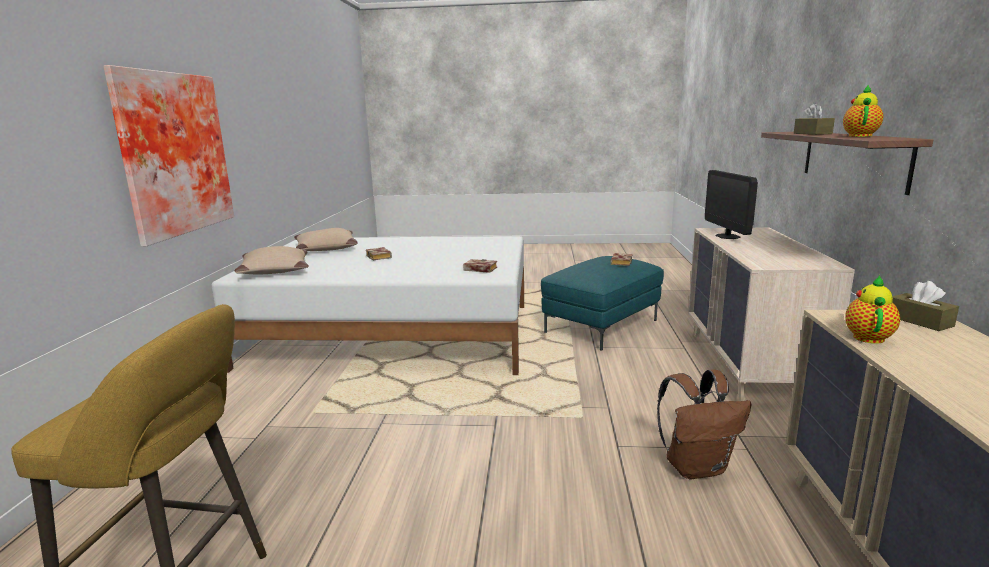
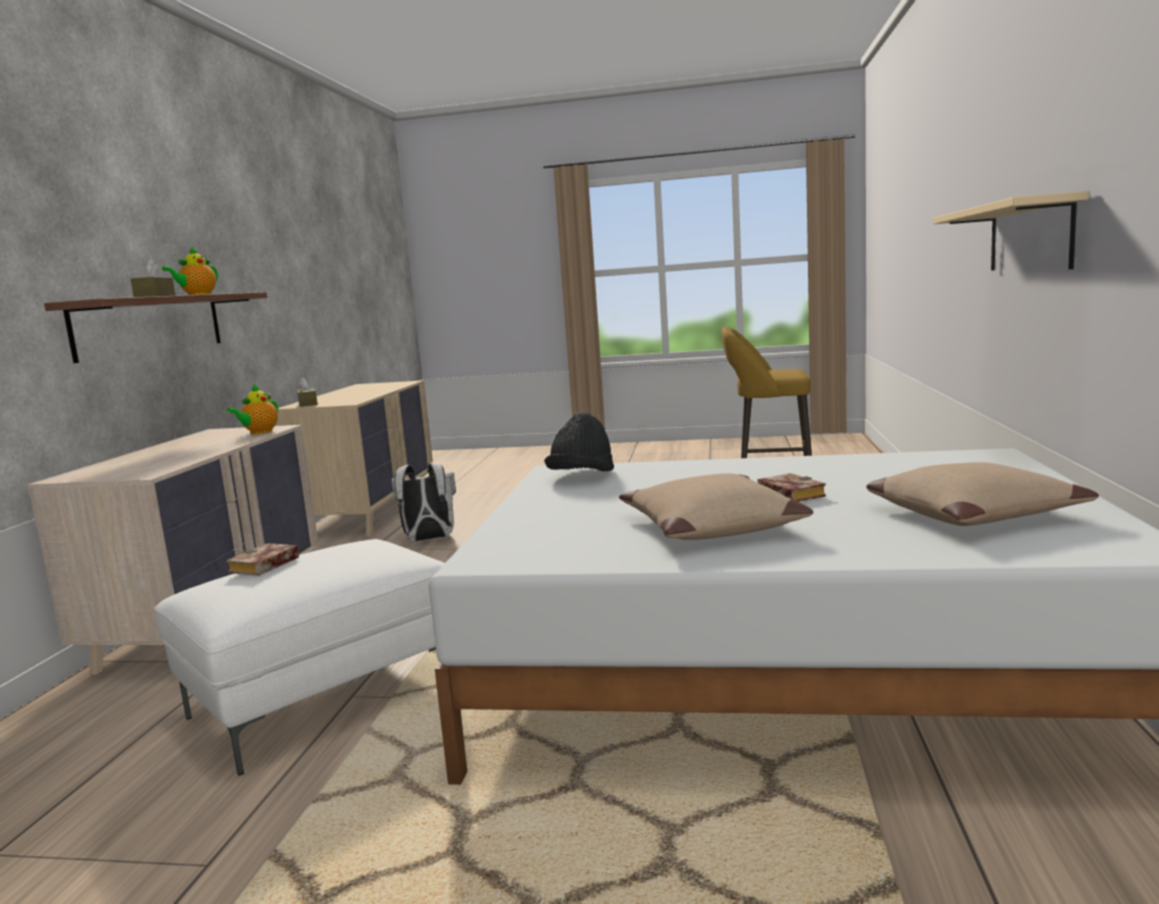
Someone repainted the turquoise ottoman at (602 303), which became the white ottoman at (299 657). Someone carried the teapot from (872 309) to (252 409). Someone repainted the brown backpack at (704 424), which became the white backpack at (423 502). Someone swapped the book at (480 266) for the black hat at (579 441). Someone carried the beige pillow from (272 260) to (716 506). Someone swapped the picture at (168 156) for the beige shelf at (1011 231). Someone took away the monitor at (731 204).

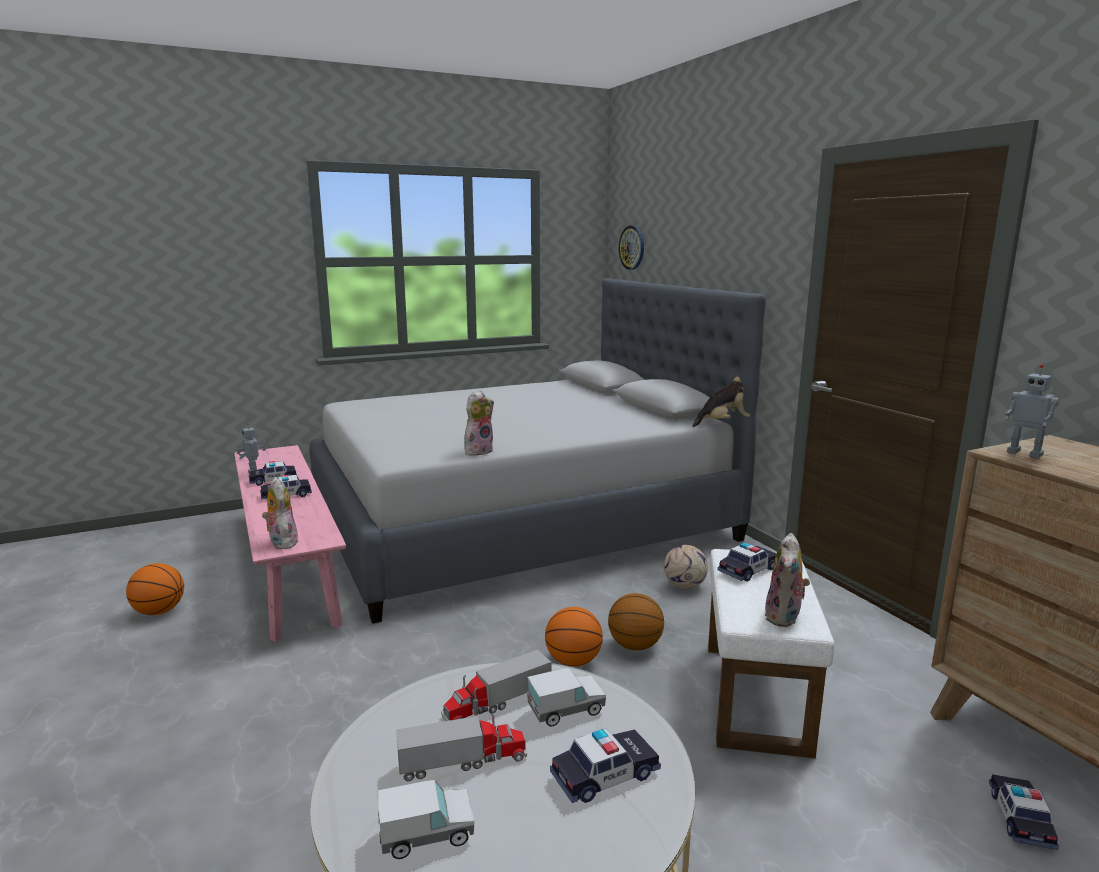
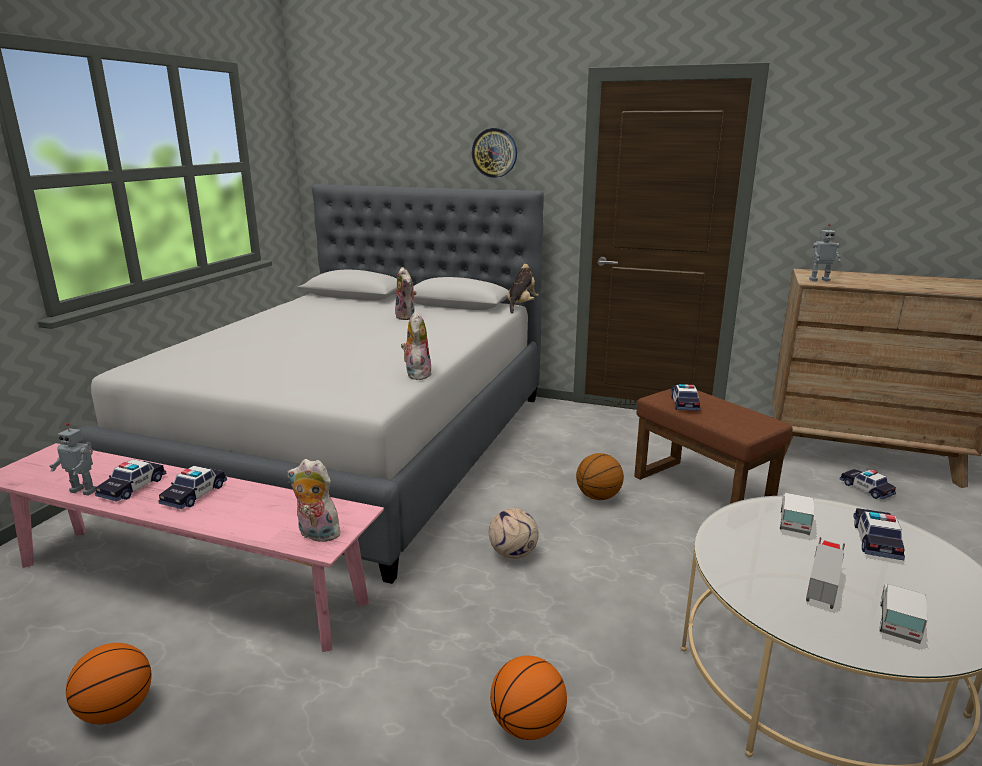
Someone carried the plush toy from (787 580) to (406 293). Someone carried the wall clock from (631 247) to (494 153). Someone carried the football from (686 567) to (514 533). Someone carried the basketball from (574 637) to (528 698). Someone repainted the white ottoman at (771 653), which became the brown ottoman at (713 446). Someone took away the toy truck at (496 685).

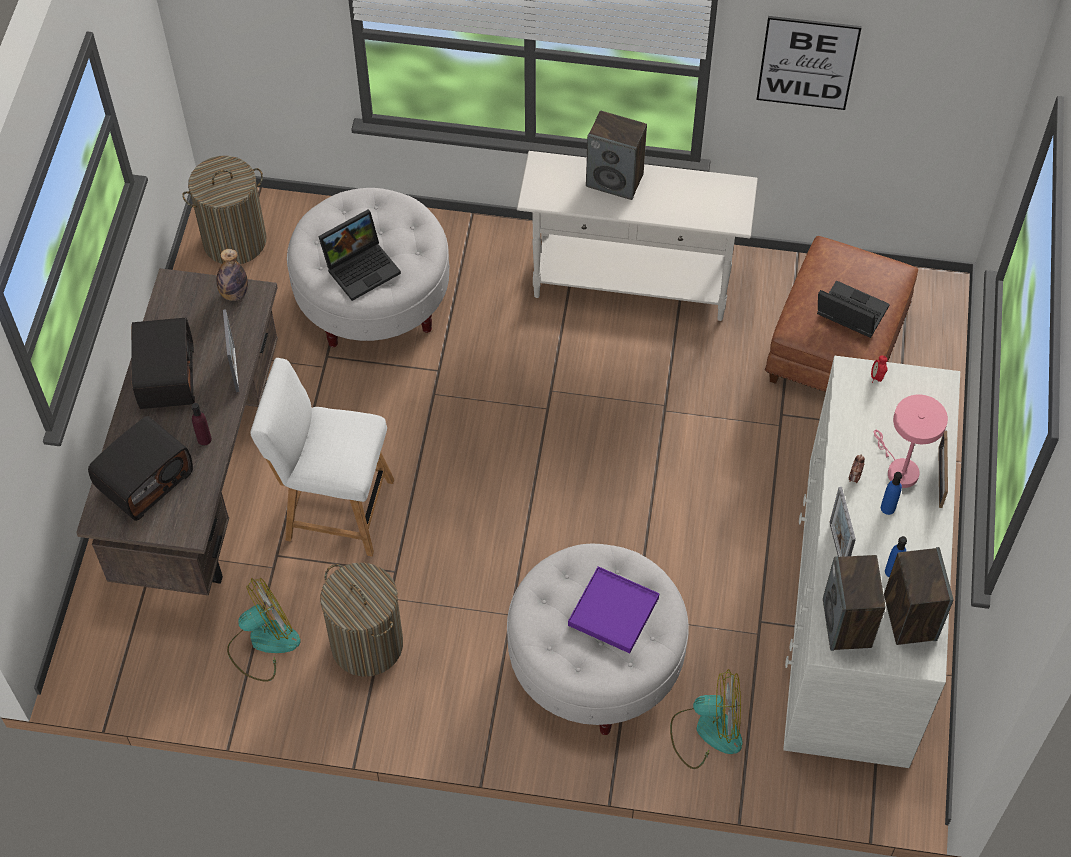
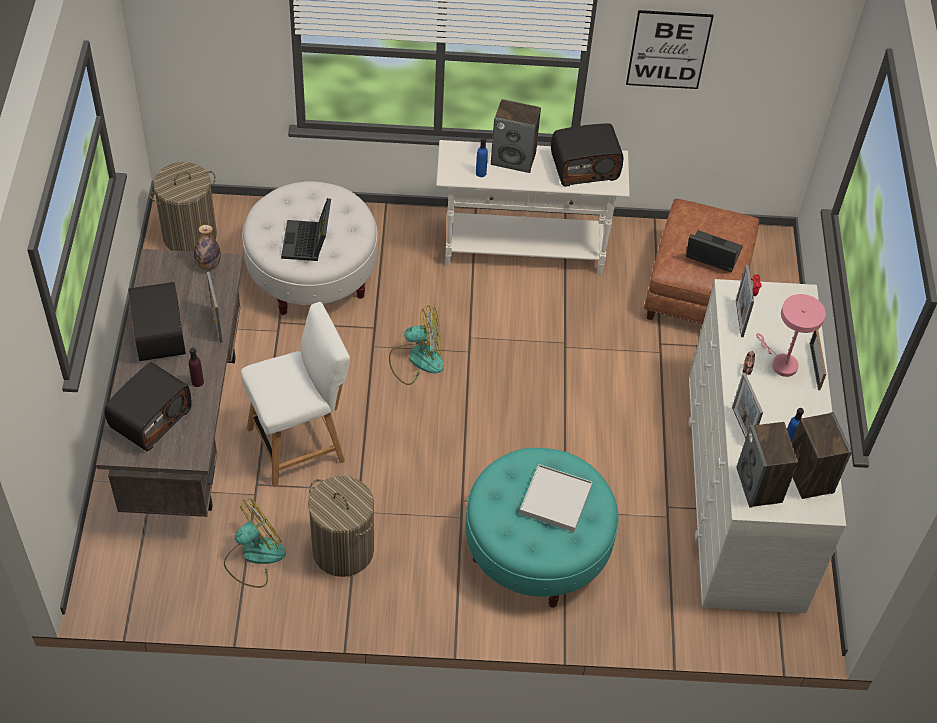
Someone rotated the white chair at (322 457) by 150 degrees clockwise. Someone rotated the laptop at (359 255) by 135 degrees clockwise. Someone carried the fan from (706 719) to (416 345). Someone repainted the white ottoman at (598 639), which became the turquoise ottoman at (542 528). Someone carried the blue bottle from (891 493) to (482 157). Someone repainted the purple tray at (613 609), which became the white tray at (556 498). Someone put down the radio at (587 155). Someone put down the picture frame at (745 301).

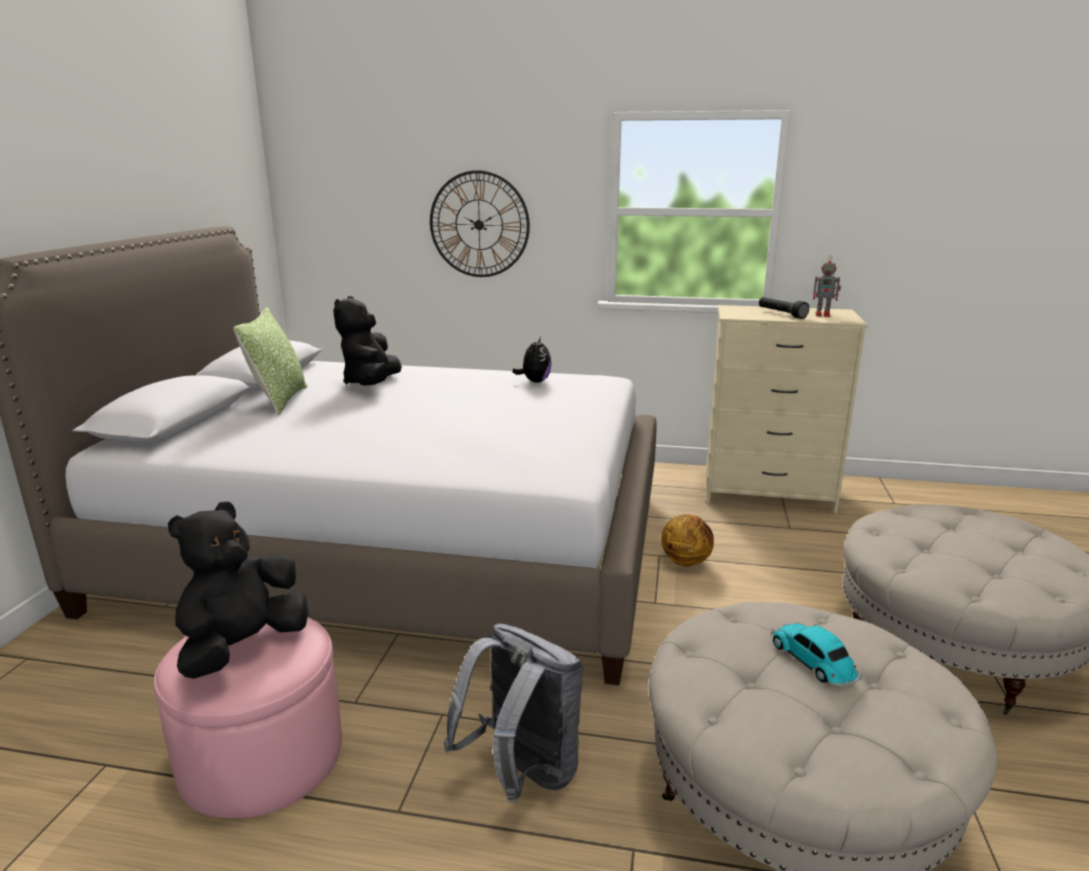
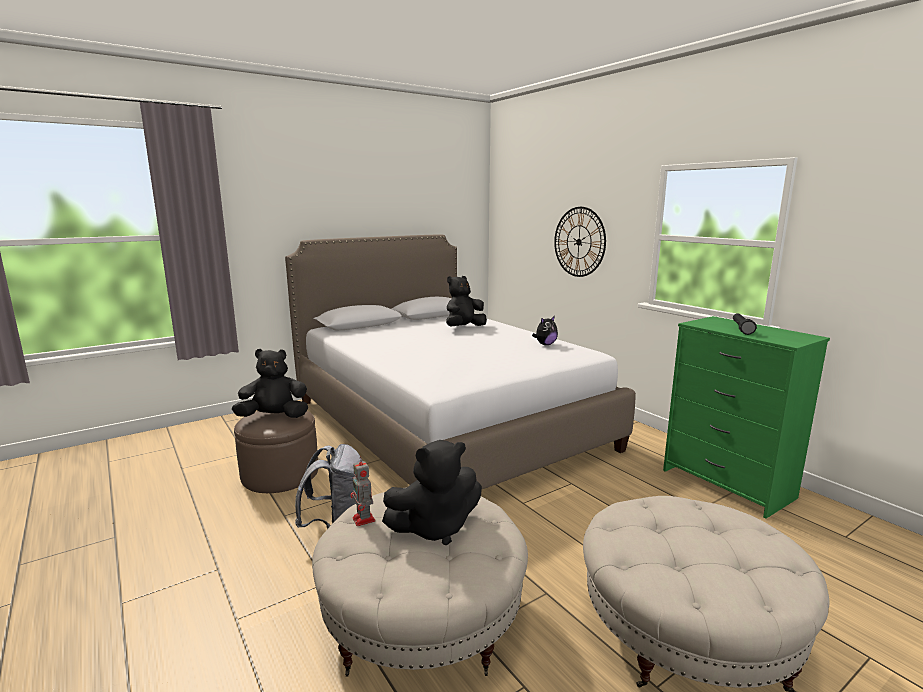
Someone repainted the pink ottoman at (248 718), which became the brown ottoman at (276 452). Someone carried the toy robot from (827 286) to (362 491). Someone swapped the toy car at (816 654) for the black plush toy at (432 493). Someone repainted the beige dresser at (787 409), which became the green dresser at (746 417). Someone took away the pillow at (270 361). Someone took away the basketball at (687 540).

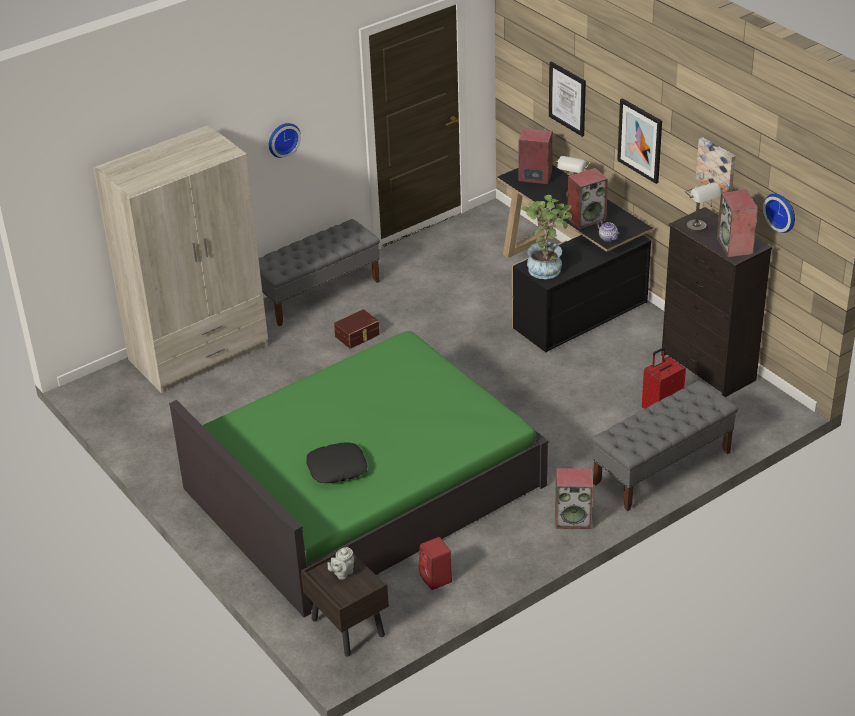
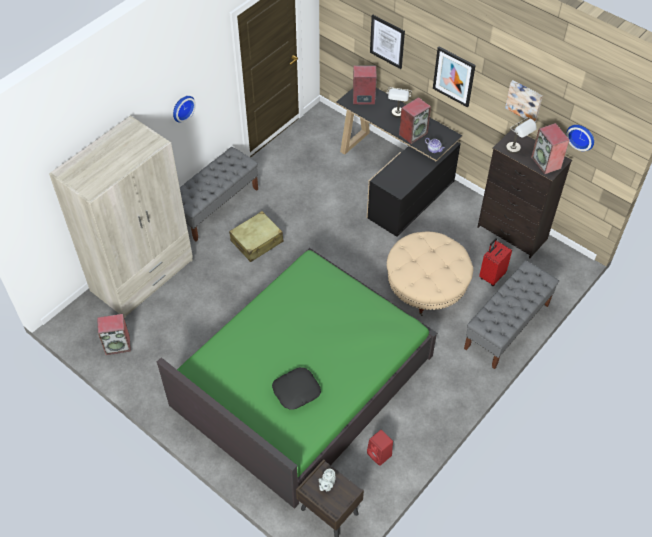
Someone carried the speaker from (574 498) to (114 334). Someone swapped the brown storage box at (357 329) for the beige suitcase at (256 236). Someone put down the beige ottoman at (430 273). Someone took away the potted plant at (546 237).

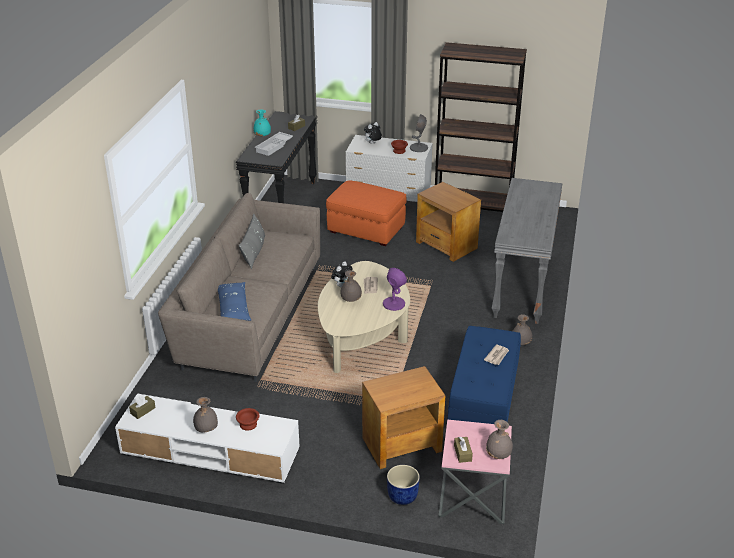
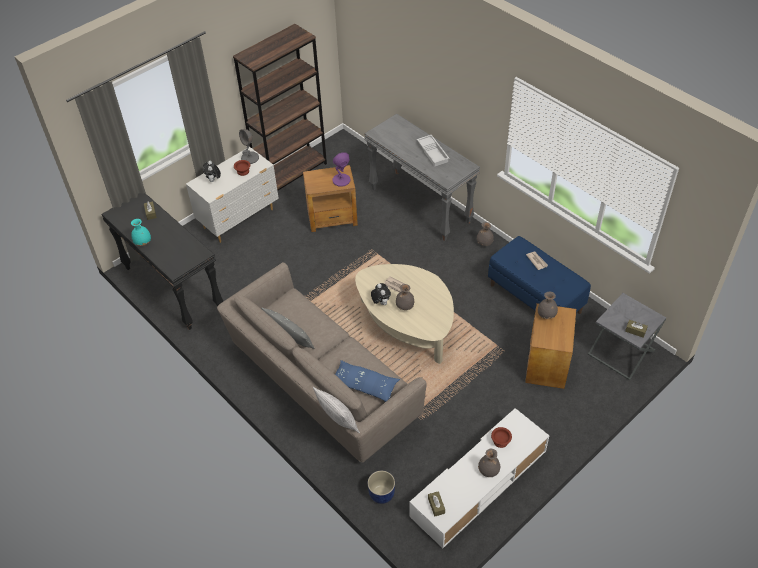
Someone put down the pillow at (336 410). Someone carried the purple table lamp from (395 289) to (341 169). Someone carried the blue planter from (403 485) to (381 487). Someone carried the white tray from (274 144) to (433 150). Someone carried the grey vase from (499 439) to (548 305). Someone repainted the pink side table at (475 472), which became the grey side table at (627 336). Someone took away the orange ottoman at (366 213).

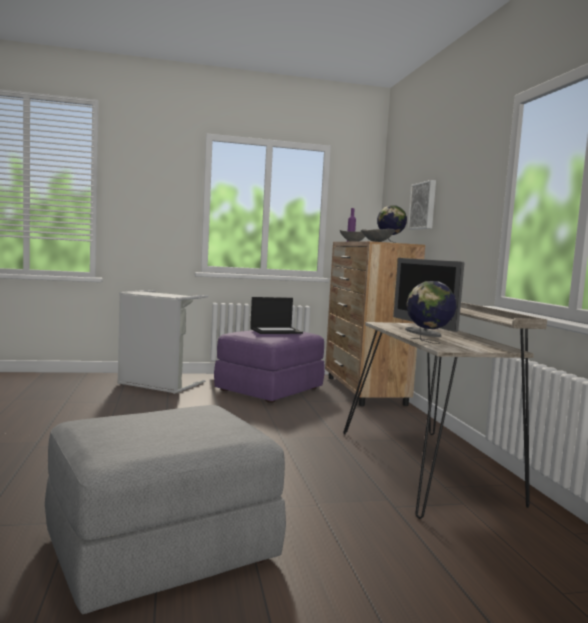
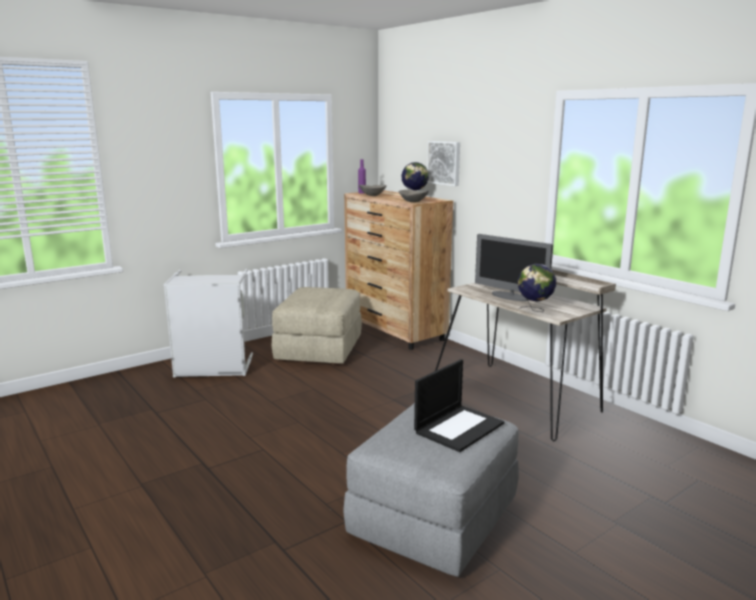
Someone repainted the purple ottoman at (269 366), which became the beige ottoman at (317 326). Someone carried the laptop from (276 315) to (459 405).

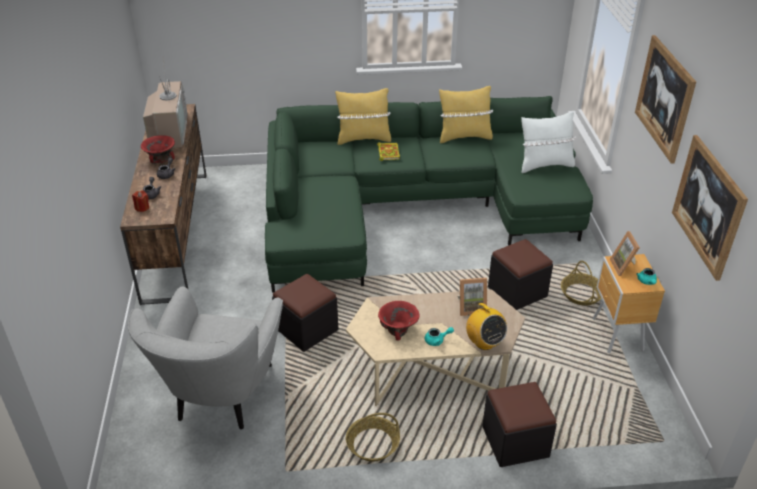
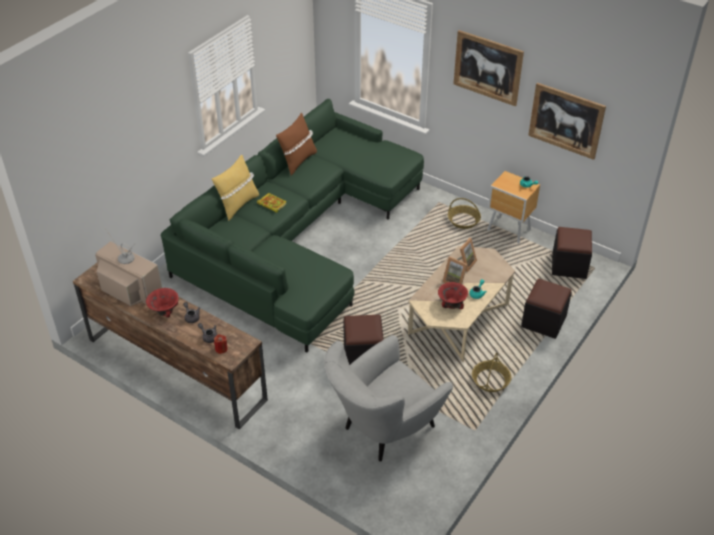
Someone repainted the yellow pillow at (466 114), which became the brown pillow at (296 144). Someone rotated the grey armchair at (205 358) by 90 degrees clockwise. Someone carried the picture frame from (625 253) to (454 270). Someone carried the black ottoman from (520 274) to (572 253). Someone took away the radio at (486 326). Someone took away the white pillow at (548 142).

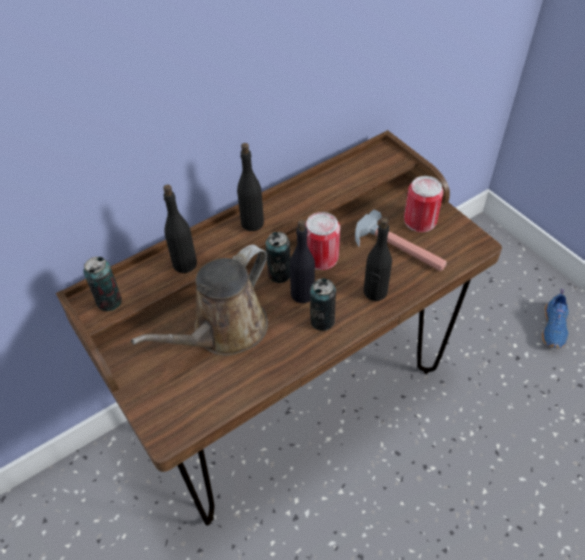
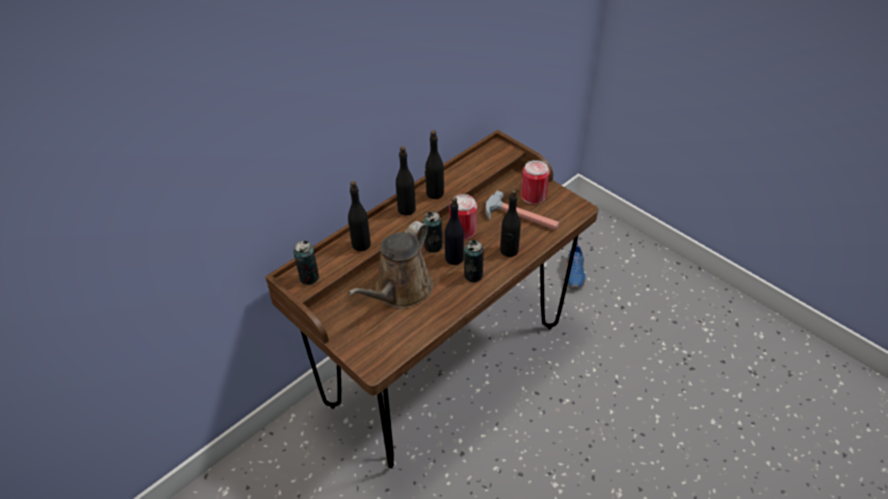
Someone put down the black bottle at (434 164). Someone carried the blue shoe from (555 318) to (576 264).

